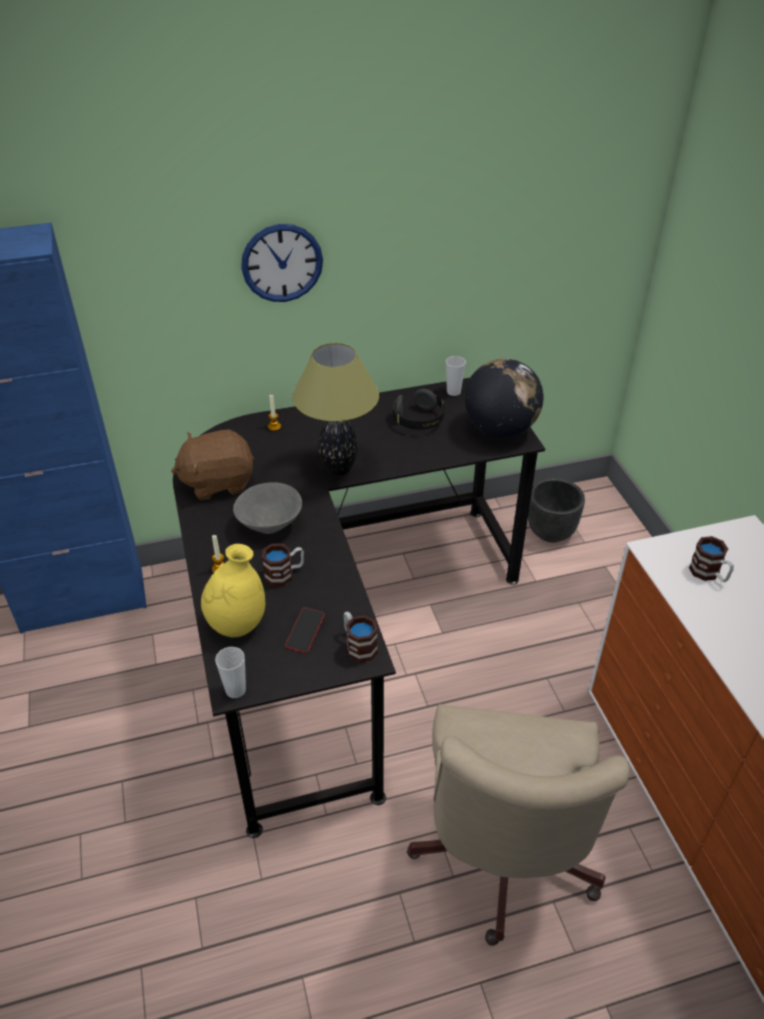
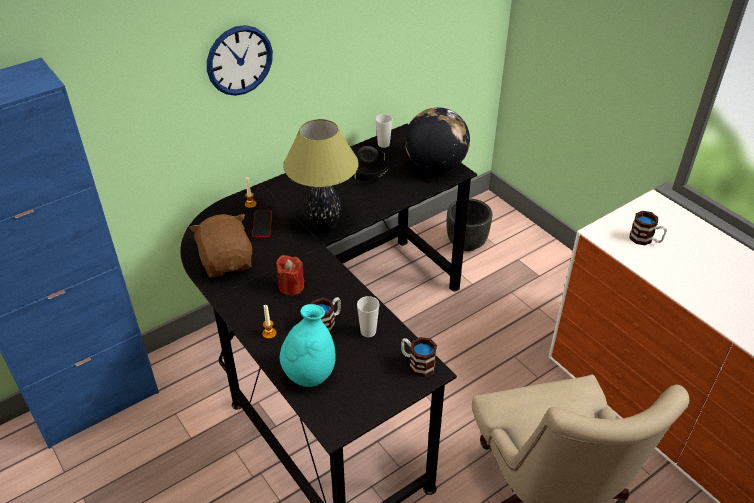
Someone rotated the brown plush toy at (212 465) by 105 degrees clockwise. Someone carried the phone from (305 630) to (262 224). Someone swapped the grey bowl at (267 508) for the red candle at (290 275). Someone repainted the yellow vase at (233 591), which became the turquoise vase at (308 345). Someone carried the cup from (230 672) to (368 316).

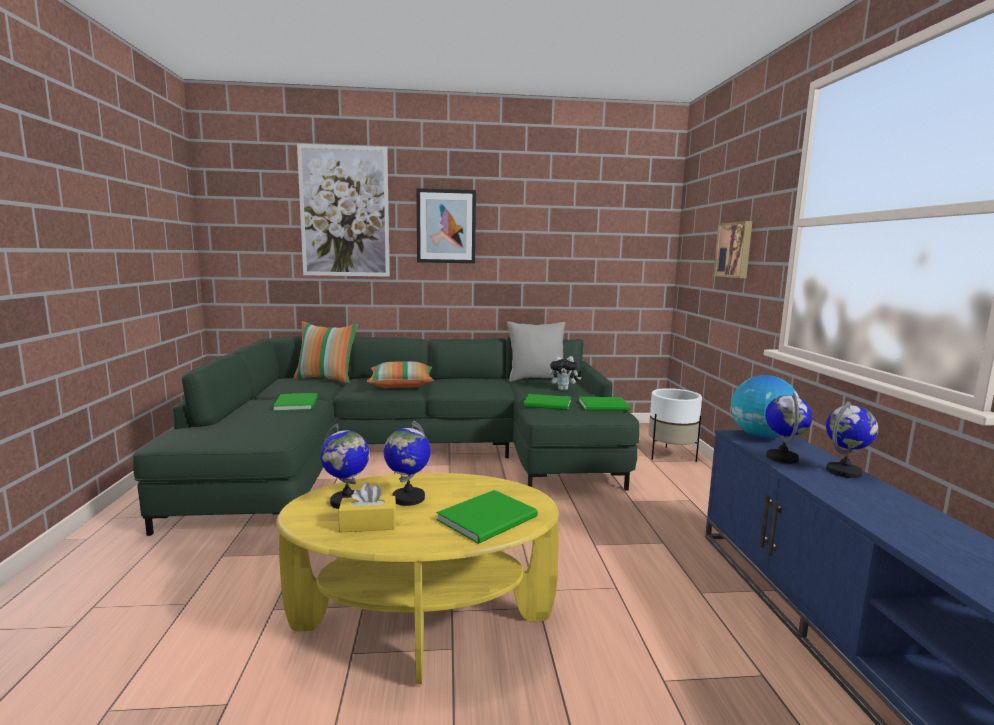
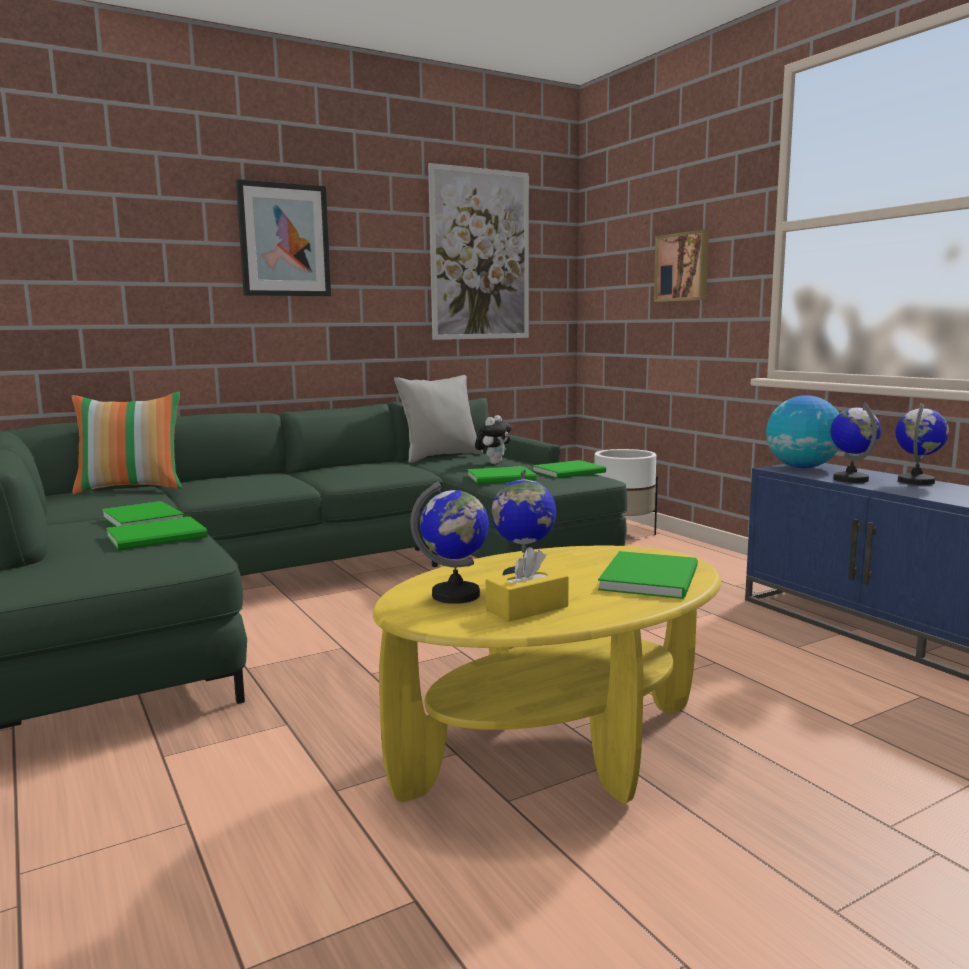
Someone put down the green book at (157 533). Someone carried the picture from (343 210) to (478 251). Someone rotated the plush toy at (565 373) by 45 degrees counterclockwise. Someone took away the pillow at (400 374).

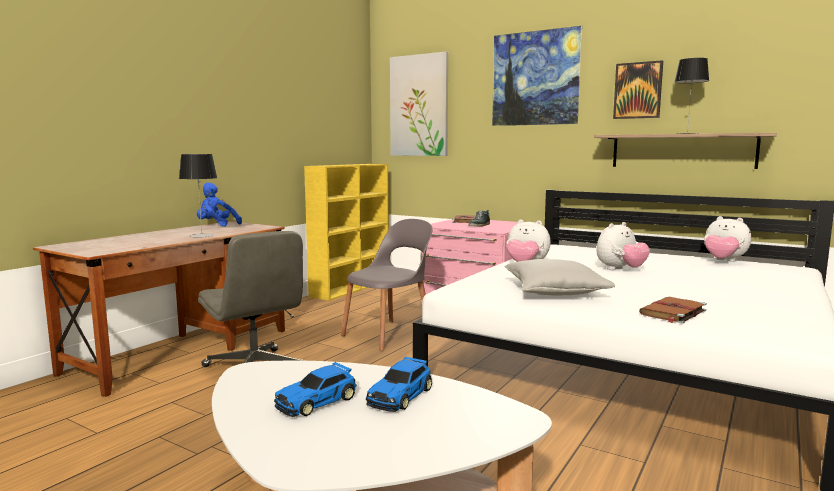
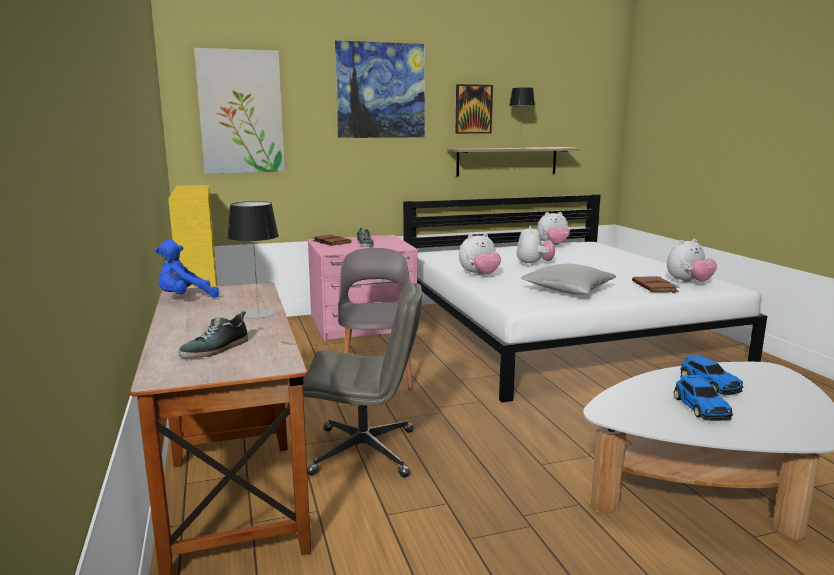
Someone put down the shoe at (213 334). Someone put down the plush toy at (692 261).

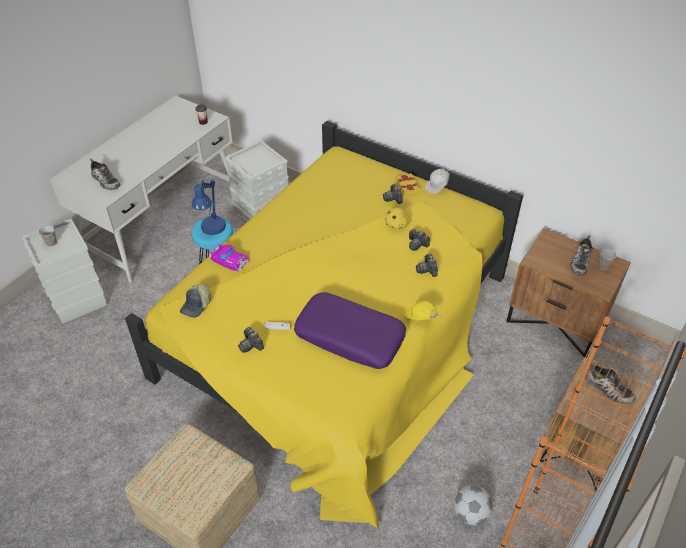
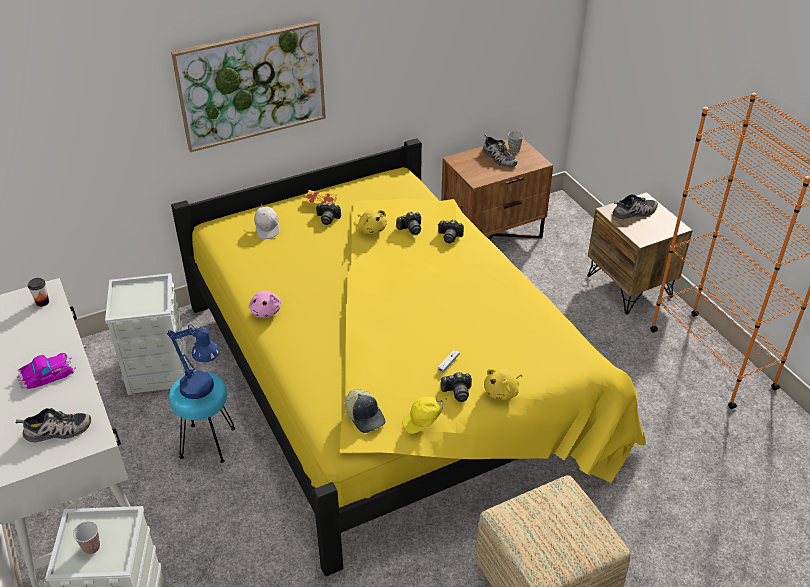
Someone carried the toy car from (228 258) to (46 371). Someone put up the picture at (248 86). Someone put down the pink plush toy at (265 304). Someone carried the white cap from (437 181) to (266 221). Someone carried the yellow cap from (423 310) to (424 415). Someone put down the yellow plush toy at (503 384). Someone took away the purple pillow at (350 330). Someone took away the football at (473 505).

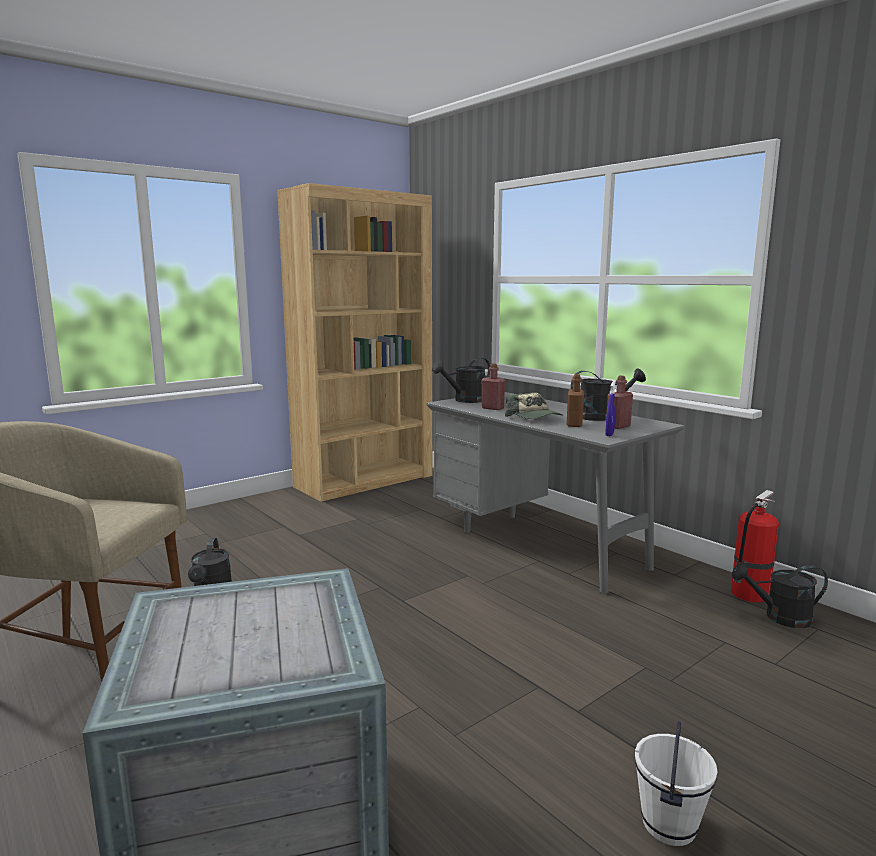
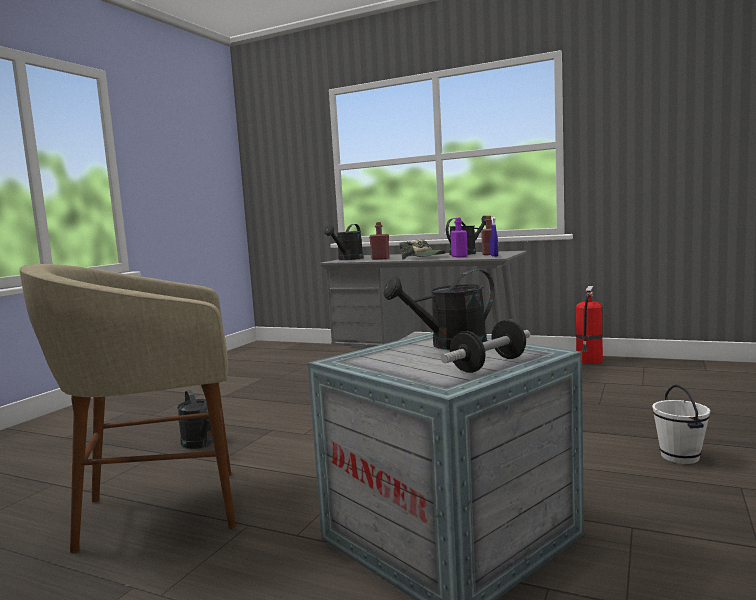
Someone carried the black watering can from (780 595) to (439 310). Someone put down the dumbbell at (485 346). Someone repainted the brown bottle at (575 400), which became the purple bottle at (459 238). Someone took away the brown bookcase at (354 342).

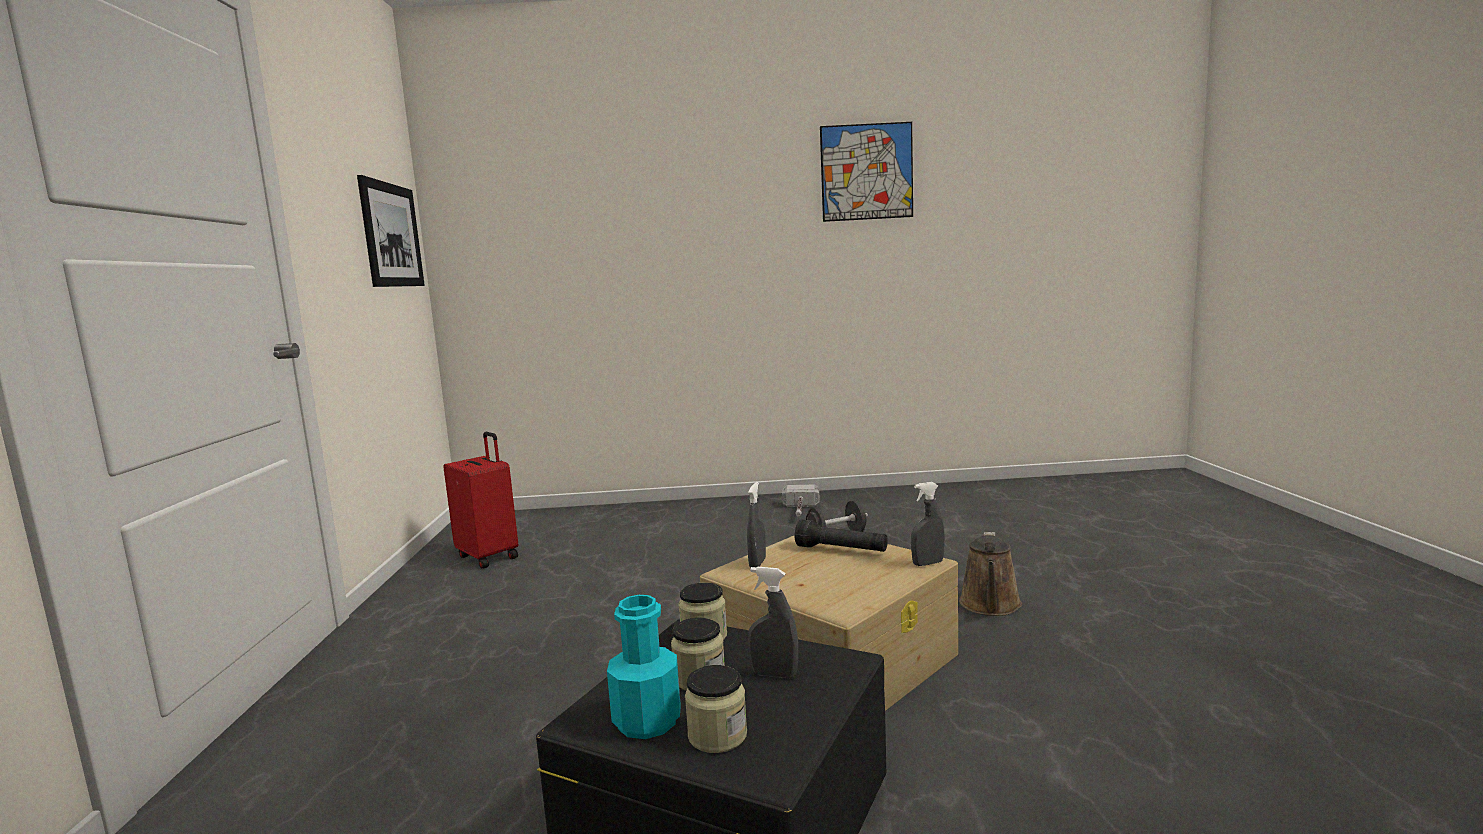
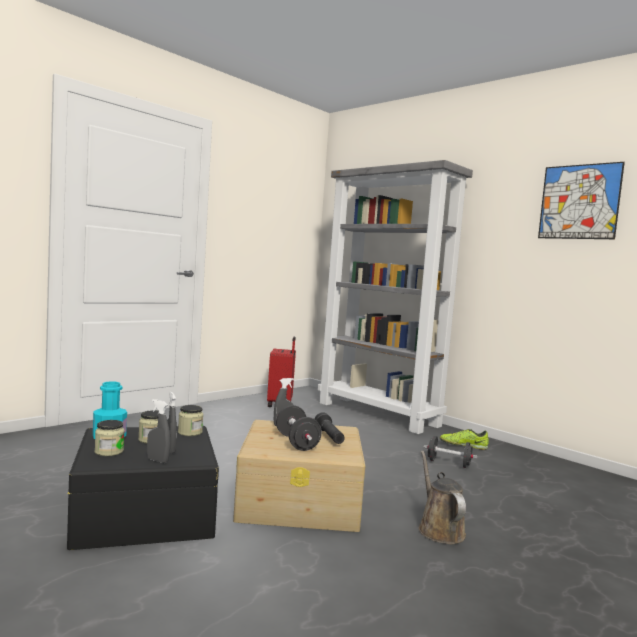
Someone carried the grey spray bottle from (928 524) to (158 431). Someone put down the black dumbbell at (299 428). Someone put down the grey bookcase at (395 297). Someone rotated the brown watering can at (990 574) by 105 degrees clockwise. Someone swapped the hammer at (801 501) for the shoe at (464 439). Someone took away the picture at (391 231).

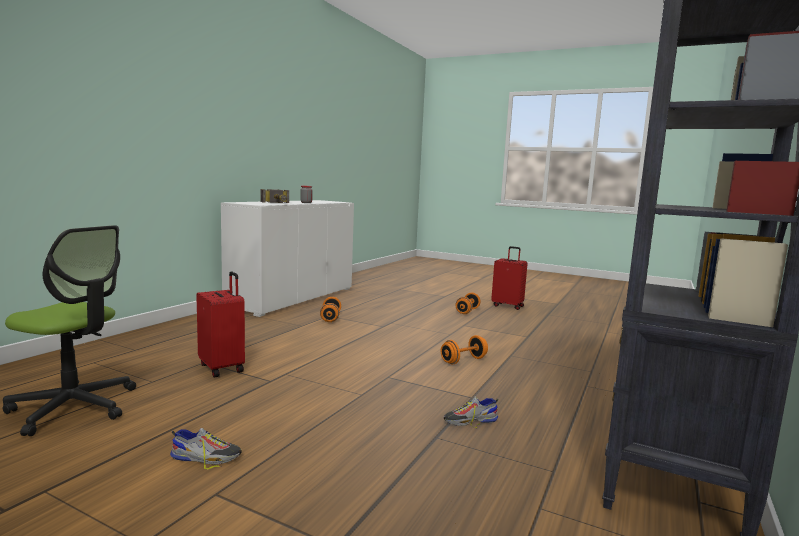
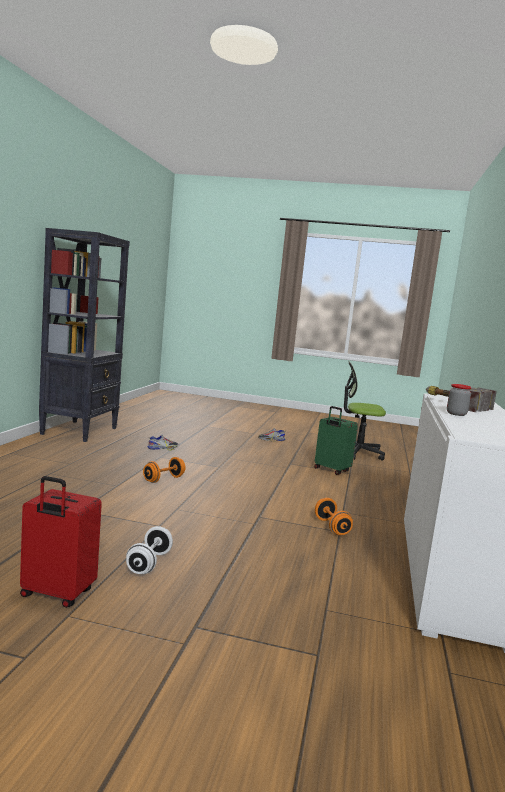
Someone repainted the orange dumbbell at (467 303), which became the white dumbbell at (149 550). Someone repainted the red suitcase at (220 324), which became the green suitcase at (336 440).

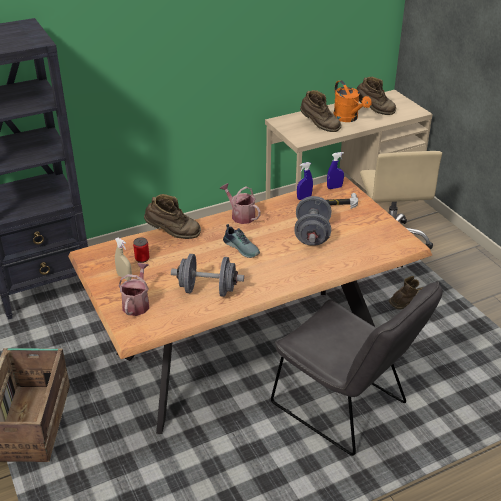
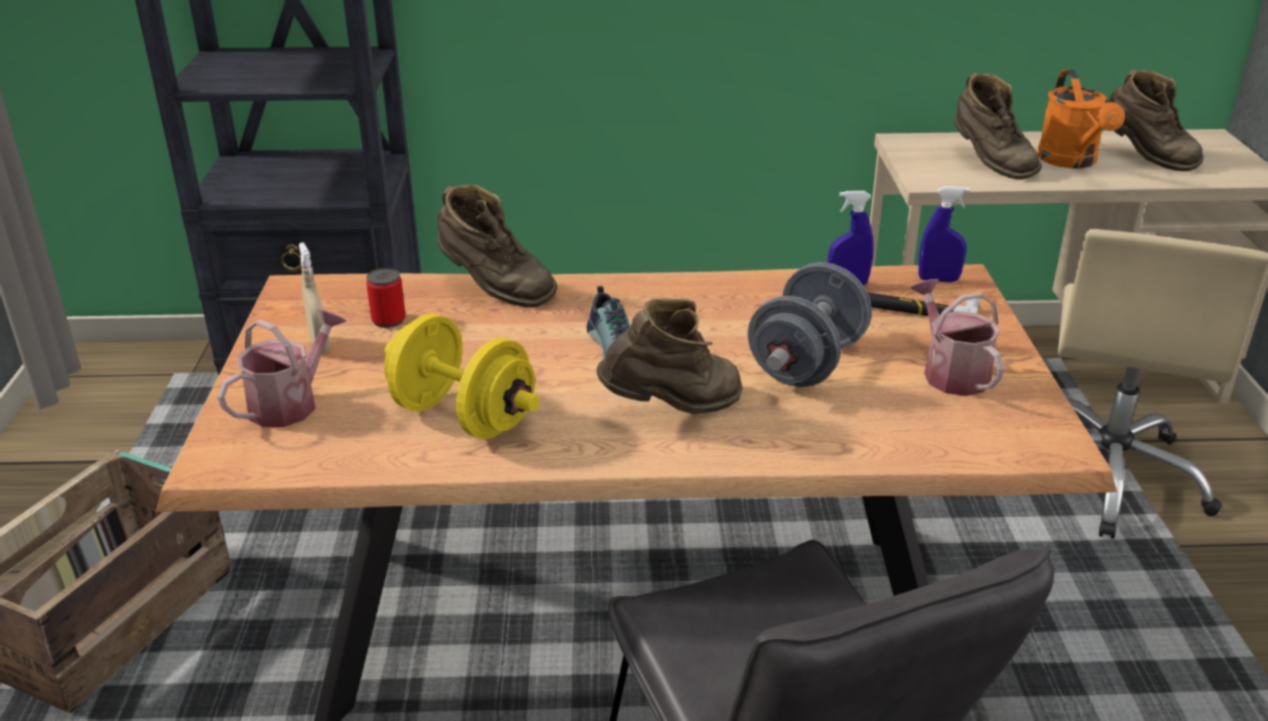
Someone repainted the grey dumbbell at (207 275), which became the yellow dumbbell at (461 376). Someone carried the brown boot from (406 293) to (669 356). Someone carried the watering can from (240 203) to (957 337).

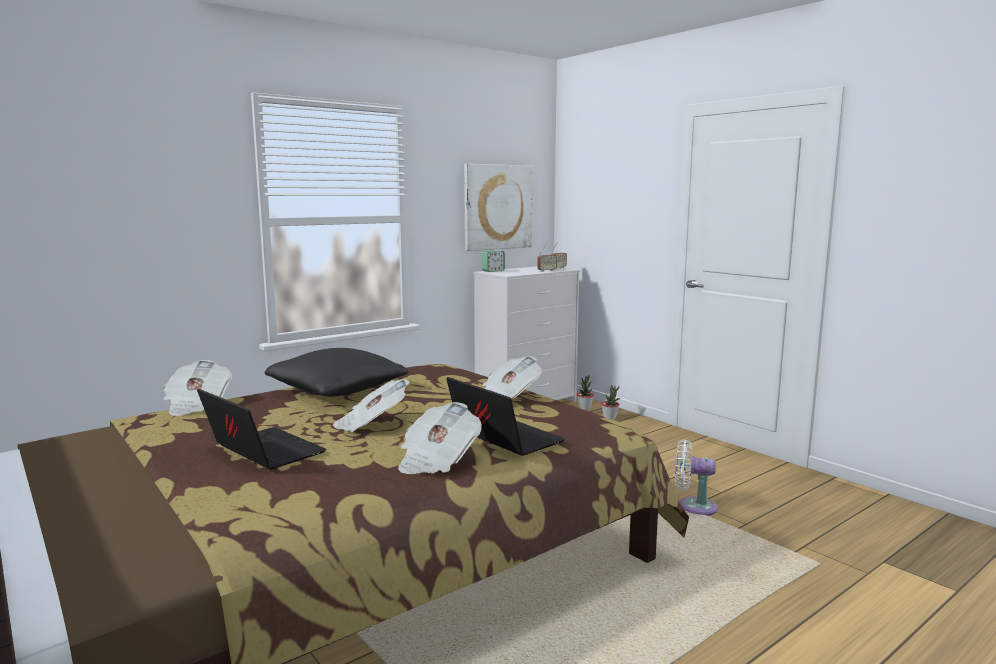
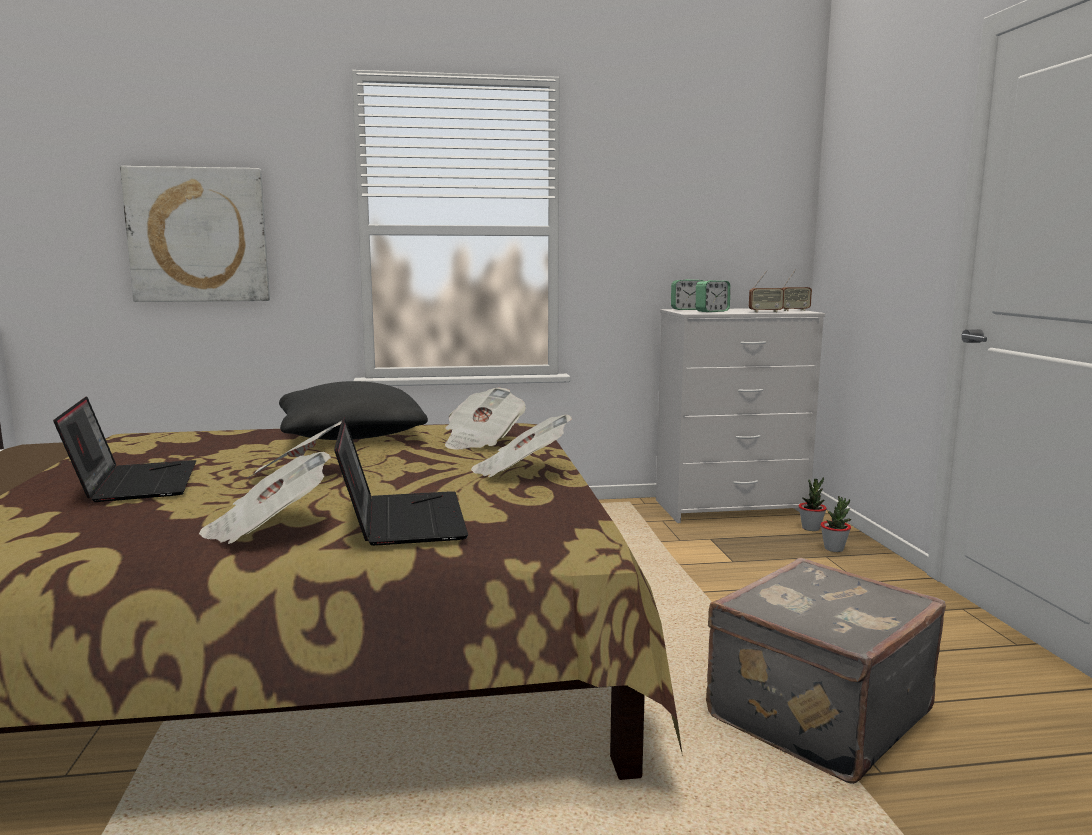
Someone carried the picture from (498 207) to (195 234). Someone carried the newspaper from (197 388) to (485 419). Someone put down the alarm clock at (713 296). Someone swapped the white fan at (696 478) for the grey suitcase at (826 671).

